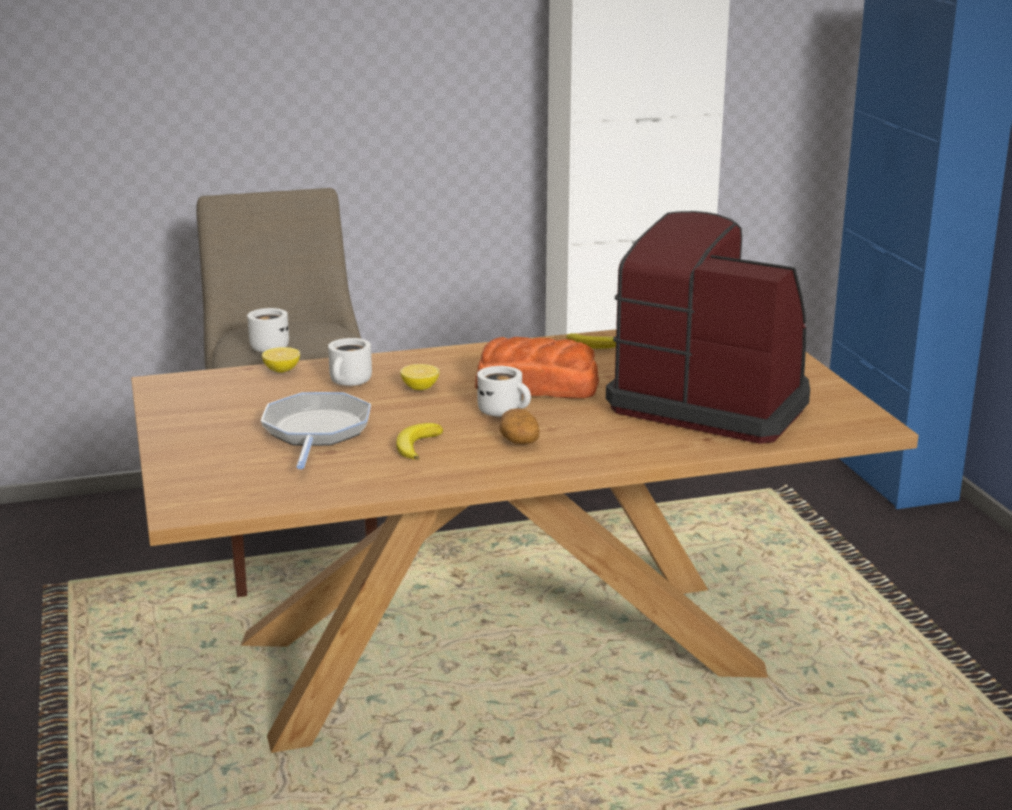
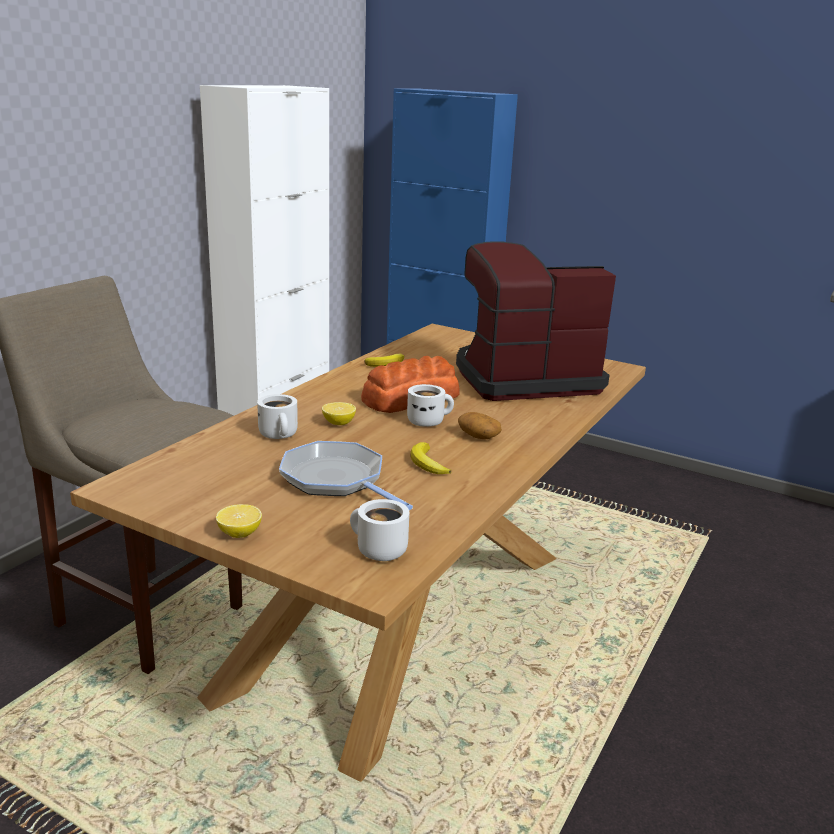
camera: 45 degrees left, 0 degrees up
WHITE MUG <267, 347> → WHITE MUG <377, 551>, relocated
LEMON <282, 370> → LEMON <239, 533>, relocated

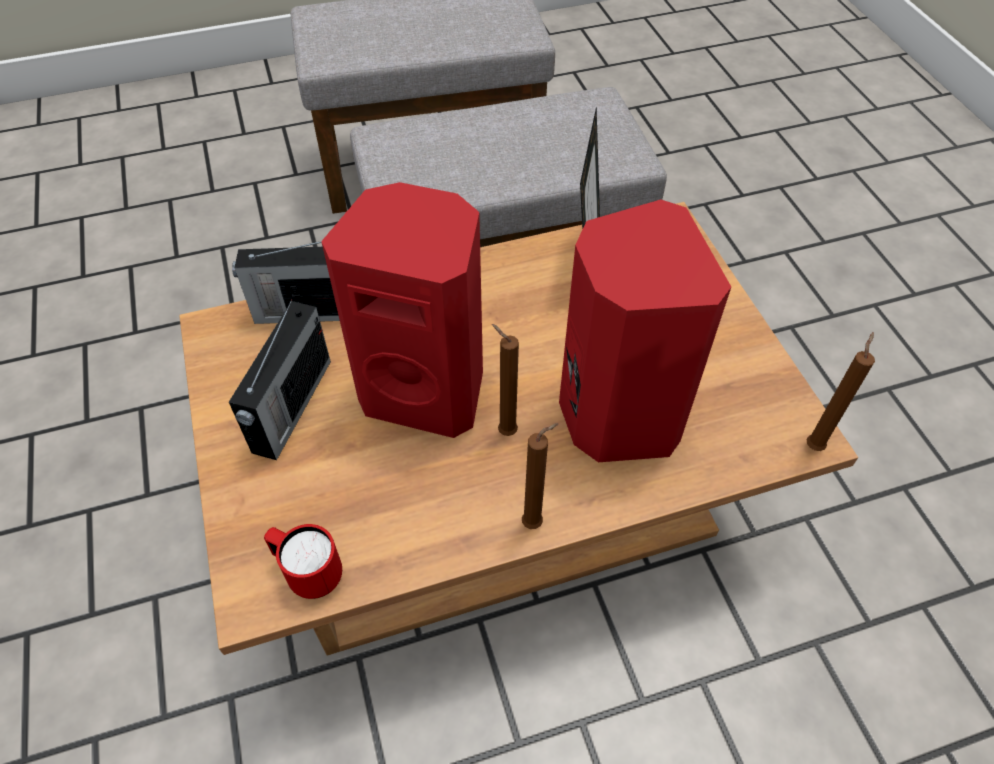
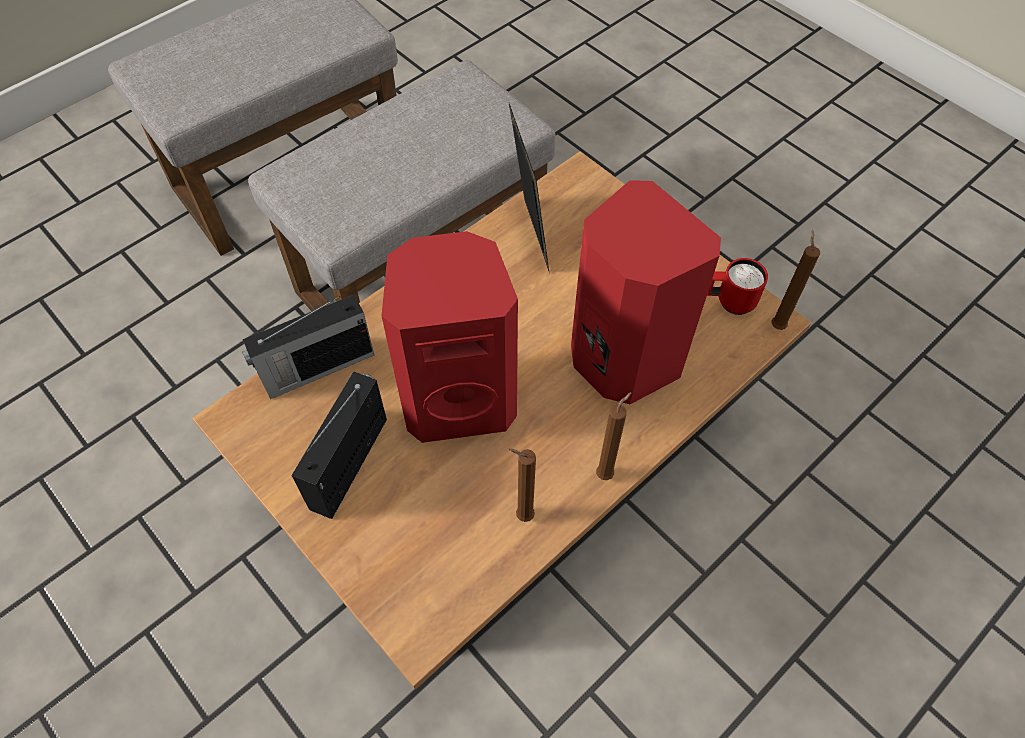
camera: 25 degrees left, 5 degrees up
RADIO <291, 407> → RADIO <351, 461>, 150 degrees counterclockwise
RED MUG <309, 573> → RED MUG <729, 302>, relocated
BROWN CANDLE <504, 431> → BROWN CANDLE <522, 515>, relocated

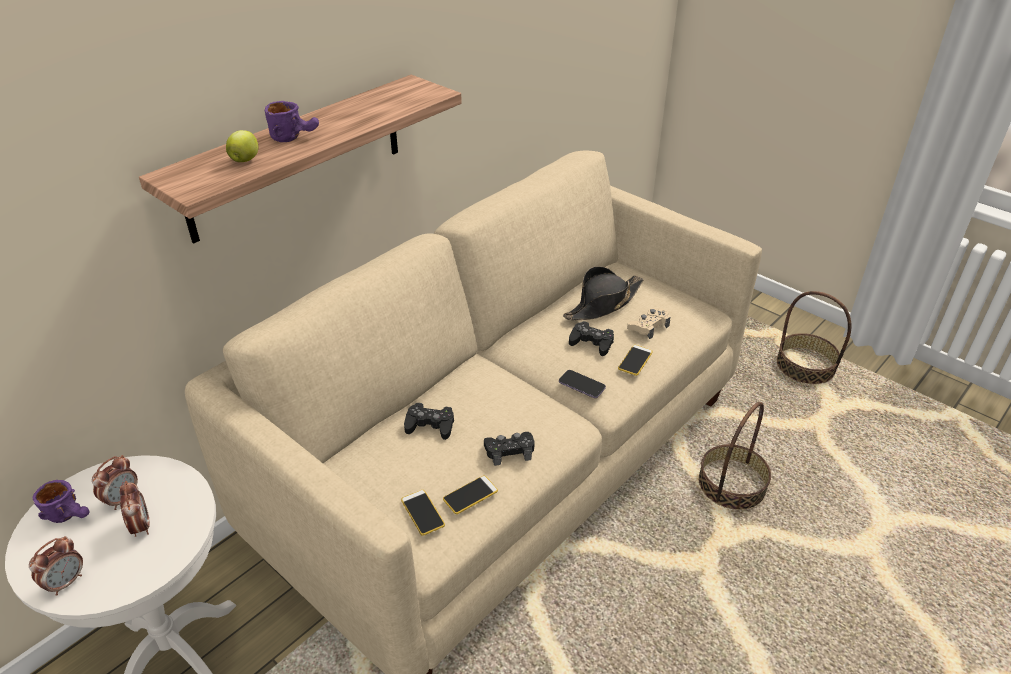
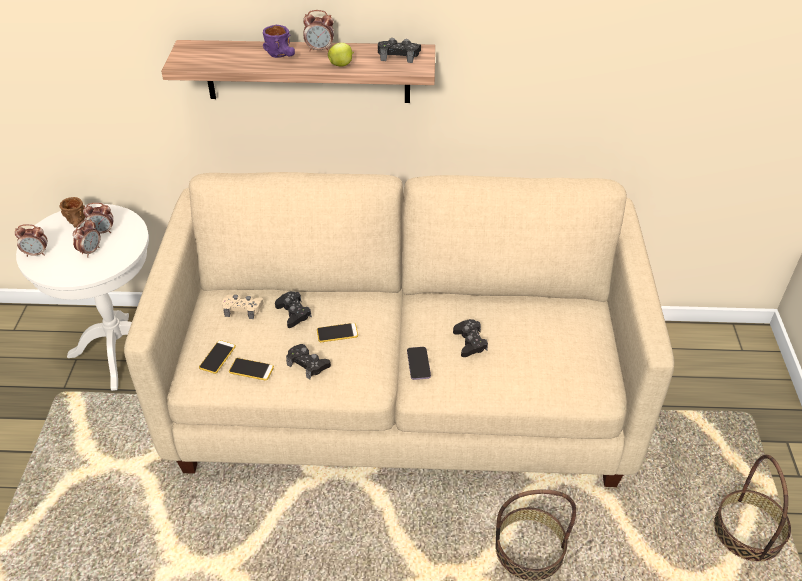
camera: 50 degrees right, 5 degrees up
PURPLE MUG <72, 515> → BROWN MUG <78, 223>
APPLE <245, 160> → APPLE <341, 65>, relocated
BLACK HAT <603, 304> → -
PHONE <635, 360> → PHONE <337, 333>, relocated
BEIGE GAME CONTROLLER <648, 326> → BEIGE GAME CONTROLLER <243, 309>, relocated
- → ALARM CLOCK <320, 49>
- → BLACK GAME CONTROLLER <399, 55>

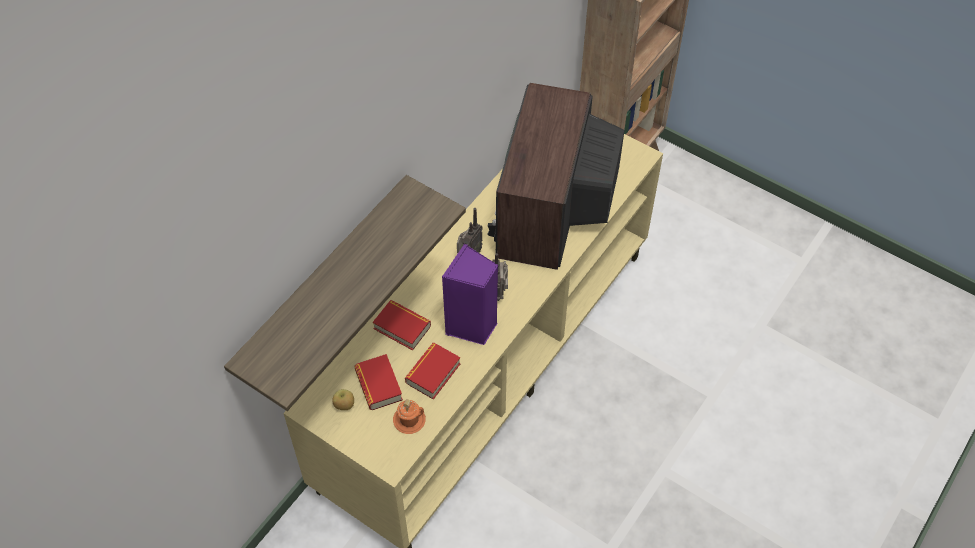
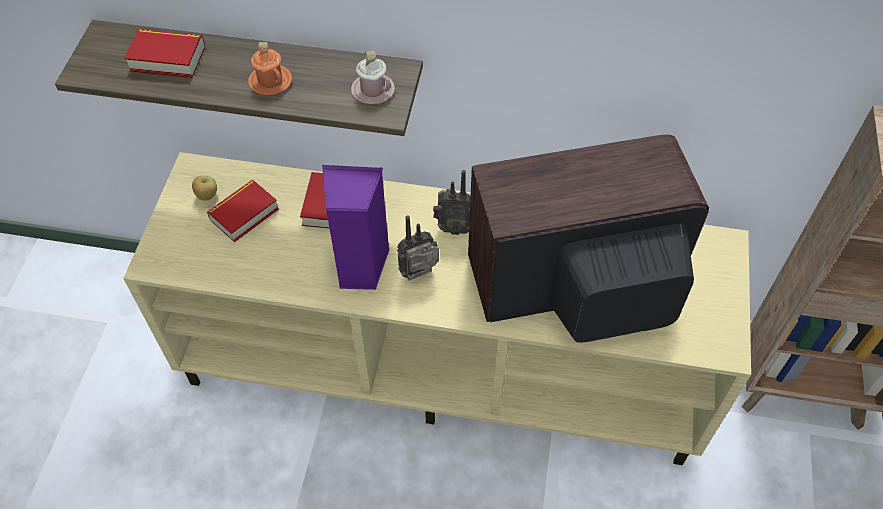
camera: 65 degrees right, 0 degrees up
ORANGE MUG <409, 420> → ORANGE MUG <270, 81>, relocated
BOOK <433, 373> → BOOK <168, 58>, relocated
- → PINK MUG <373, 90>

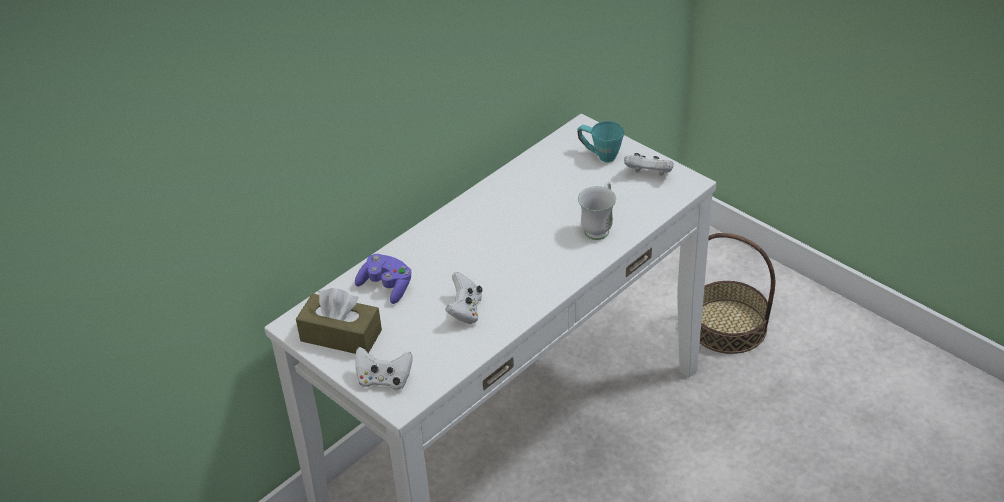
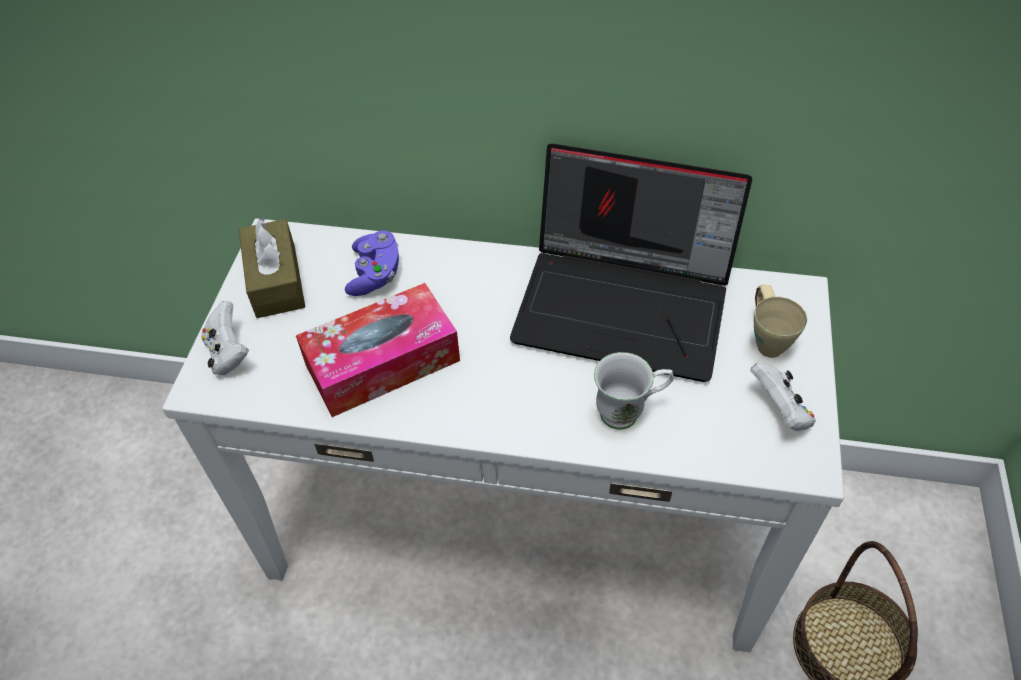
camera: 55 degrees right, 10 degrees up
WHITE GAME CONTROLLER <465, 311> → TISSUE BOX <382, 362>
TURQUOISE MUG <599, 155> → BEIGE MUG <765, 338>
- → LAPTOP <626, 304>

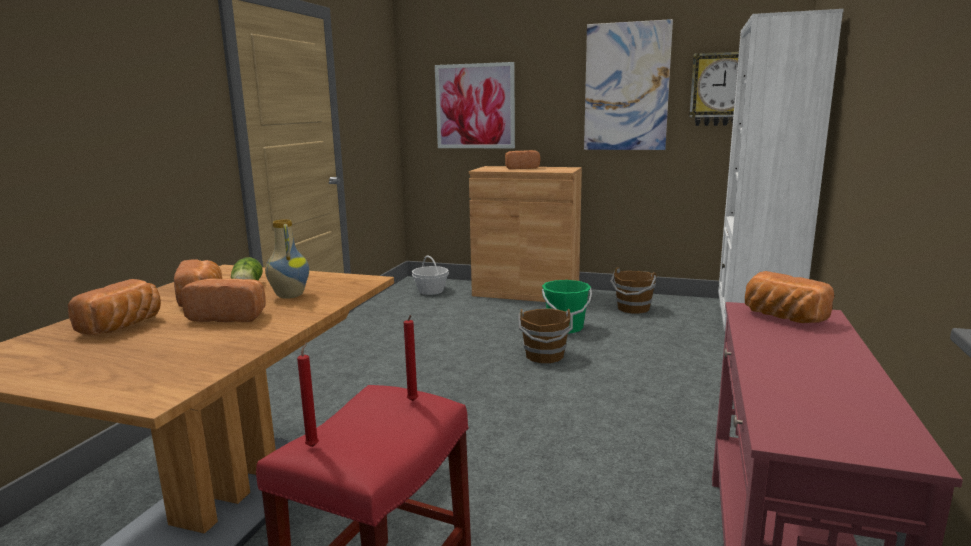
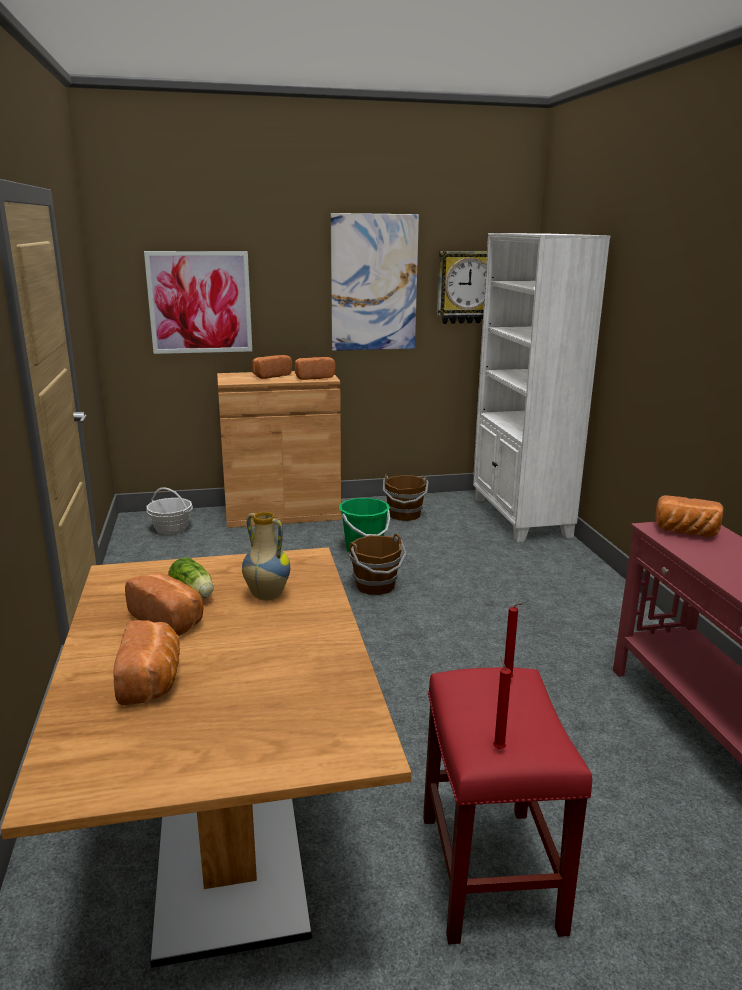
camera: 30 degrees left, 5 degrees up
BREAD <230, 316> → BREAD <313, 377>, relocated

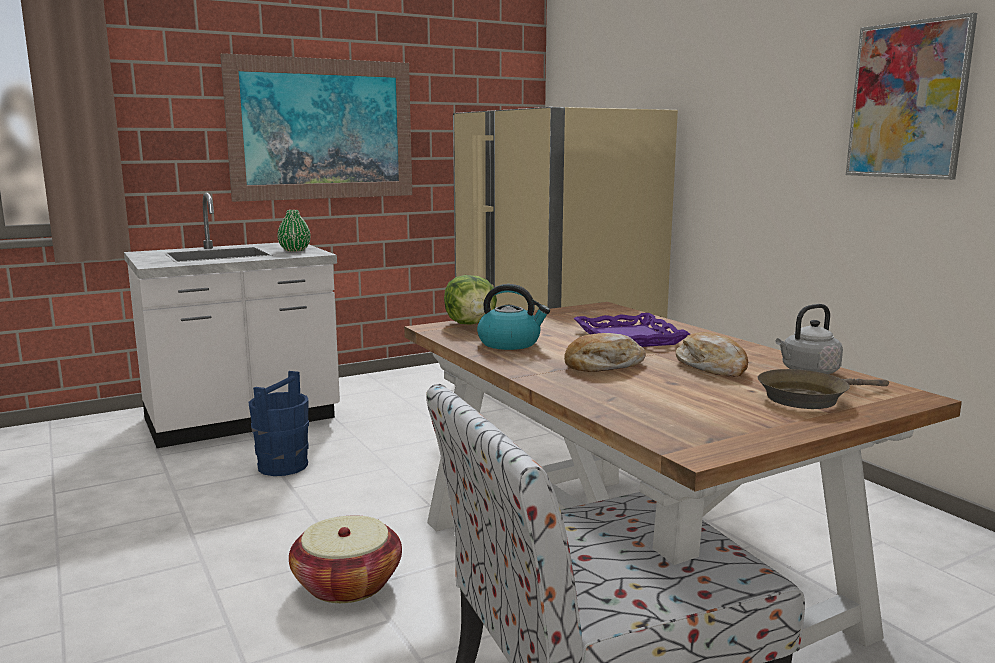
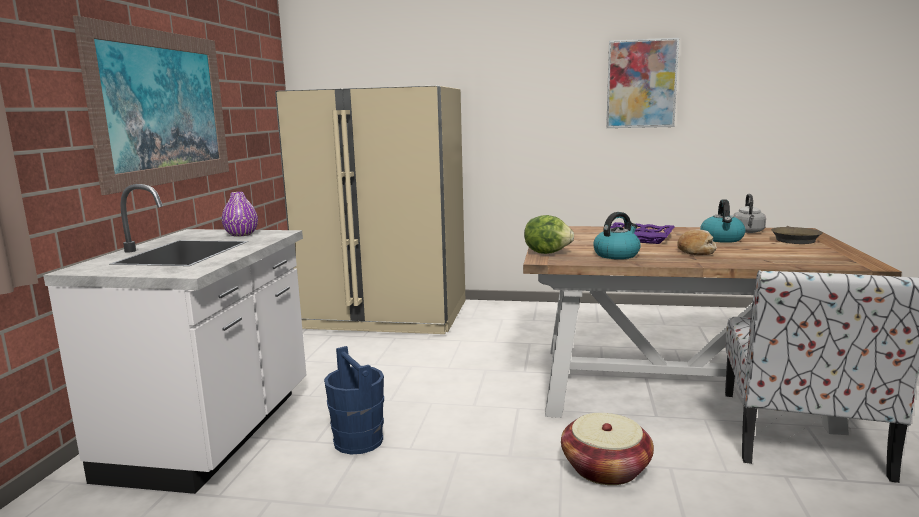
camera: 50 degrees left, 0 degrees up
GREEN VASE <294, 250> → PURPLE VASE <241, 234>
BREAD <712, 367> → KETTLE <722, 239>

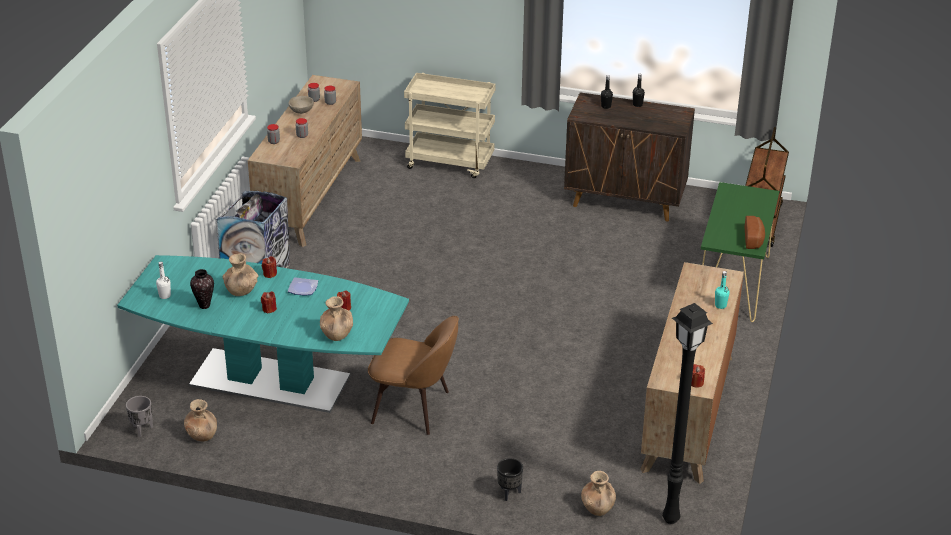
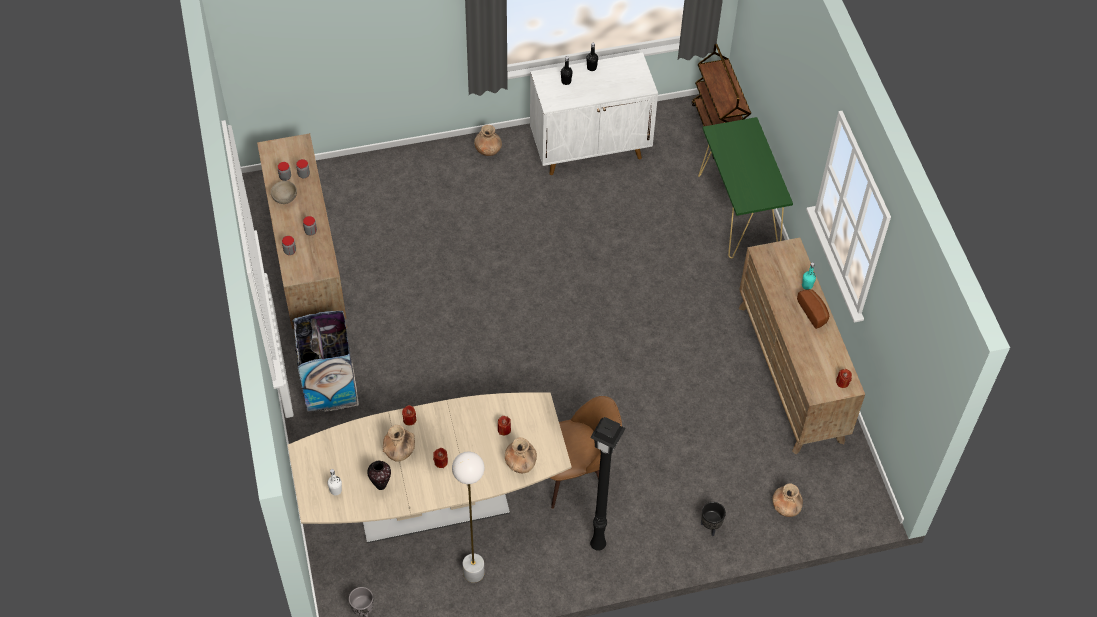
camera: 30 degrees left, 20 degrees up
TURQUOISE DINING TABLE <270, 381> → BEIGE DINING TABLE <433, 502>
BROWN VASE <202, 435> → BROWN VASE <488, 150>, relocated
PLATE <303, 288> → -
BEIGE CART <450, 163> → -
BROWN CABINET <626, 201> → WHITE CABINET <591, 149>
BLACK FLOOR LAMP <670, 520> → BLACK FLOOR LAMP <598, 546>, relocated
BREAD <754, 239> → BREAD <814, 312>, relocated
- → WHITE FLOOR LAMP <473, 573>

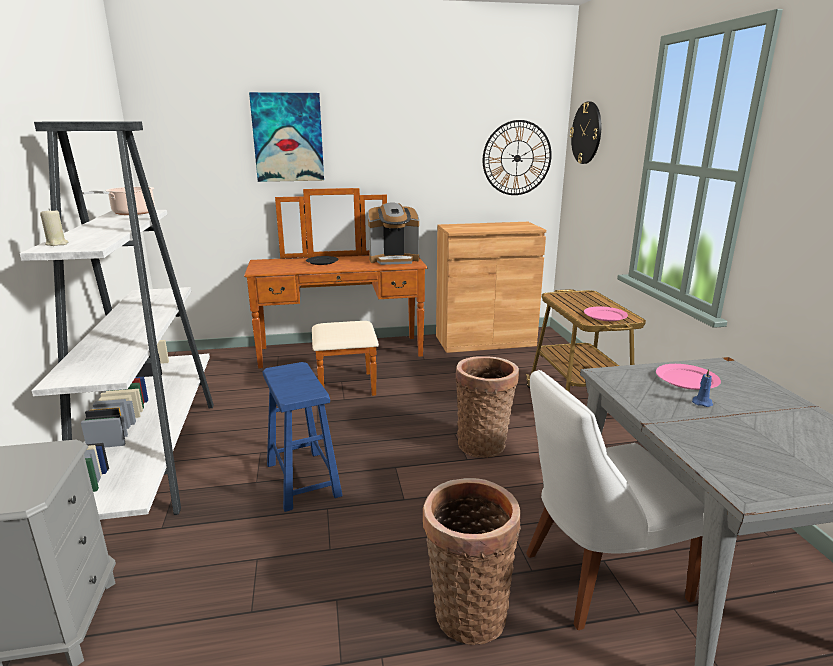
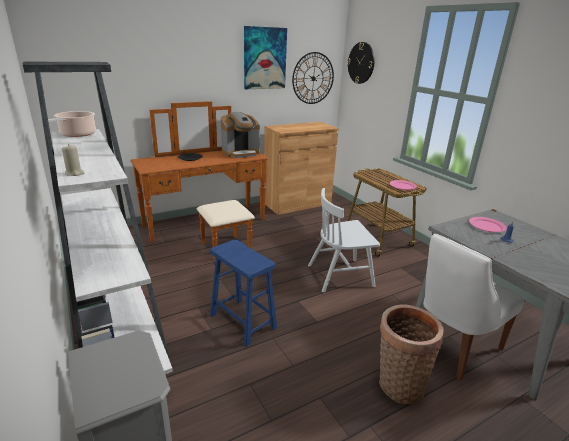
camera: 20 degrees left, 5 degrees up
PICTURE <288, 137> → PICTURE <264, 58>, relocated
BASKET <483, 443> → WHITE CHAIR <340, 275>

